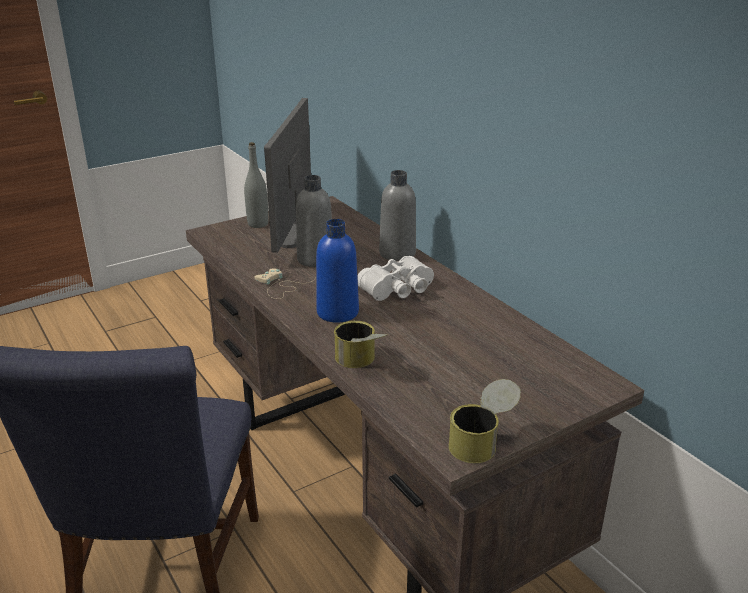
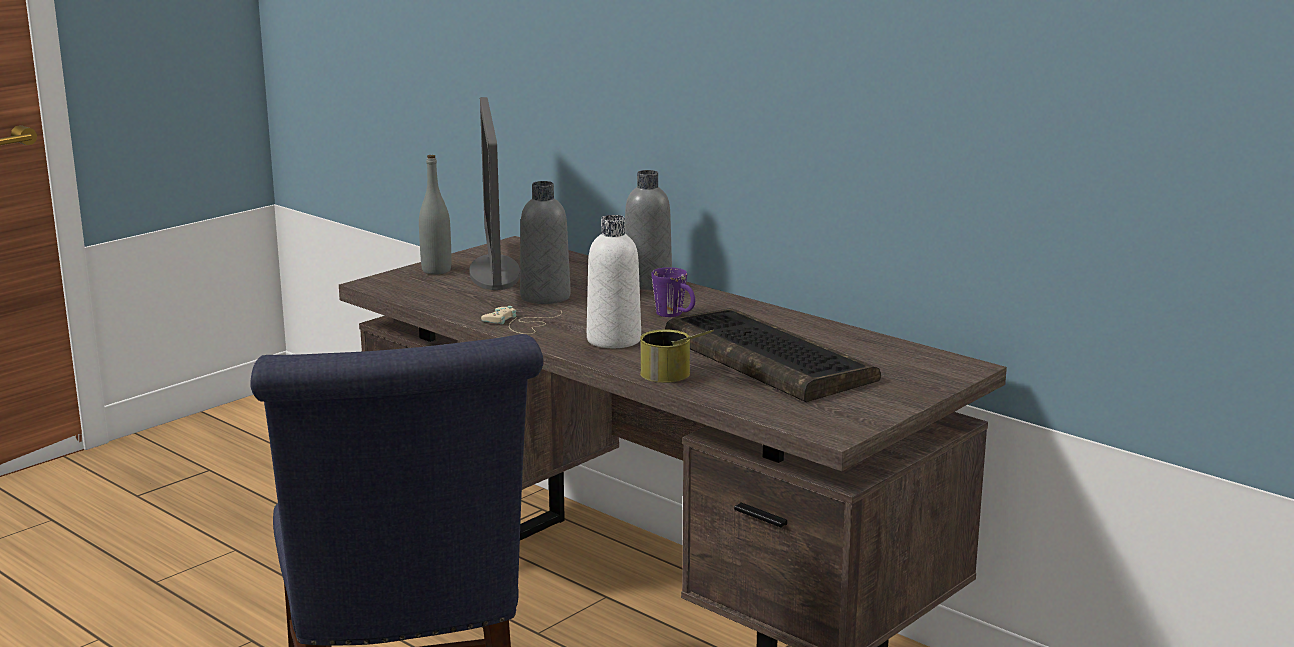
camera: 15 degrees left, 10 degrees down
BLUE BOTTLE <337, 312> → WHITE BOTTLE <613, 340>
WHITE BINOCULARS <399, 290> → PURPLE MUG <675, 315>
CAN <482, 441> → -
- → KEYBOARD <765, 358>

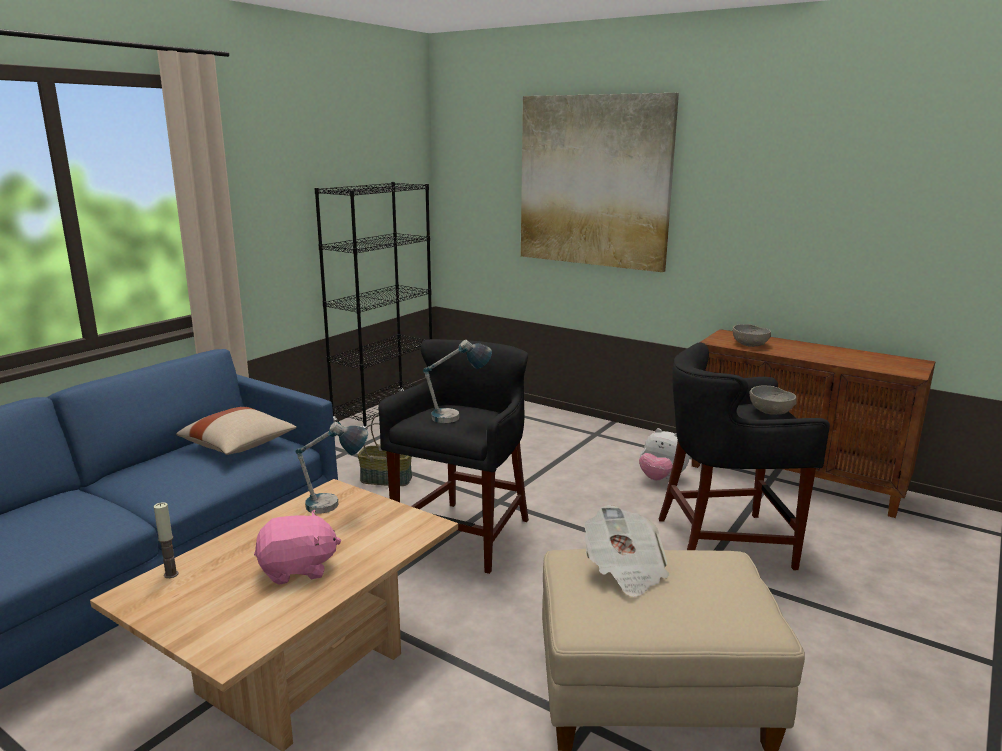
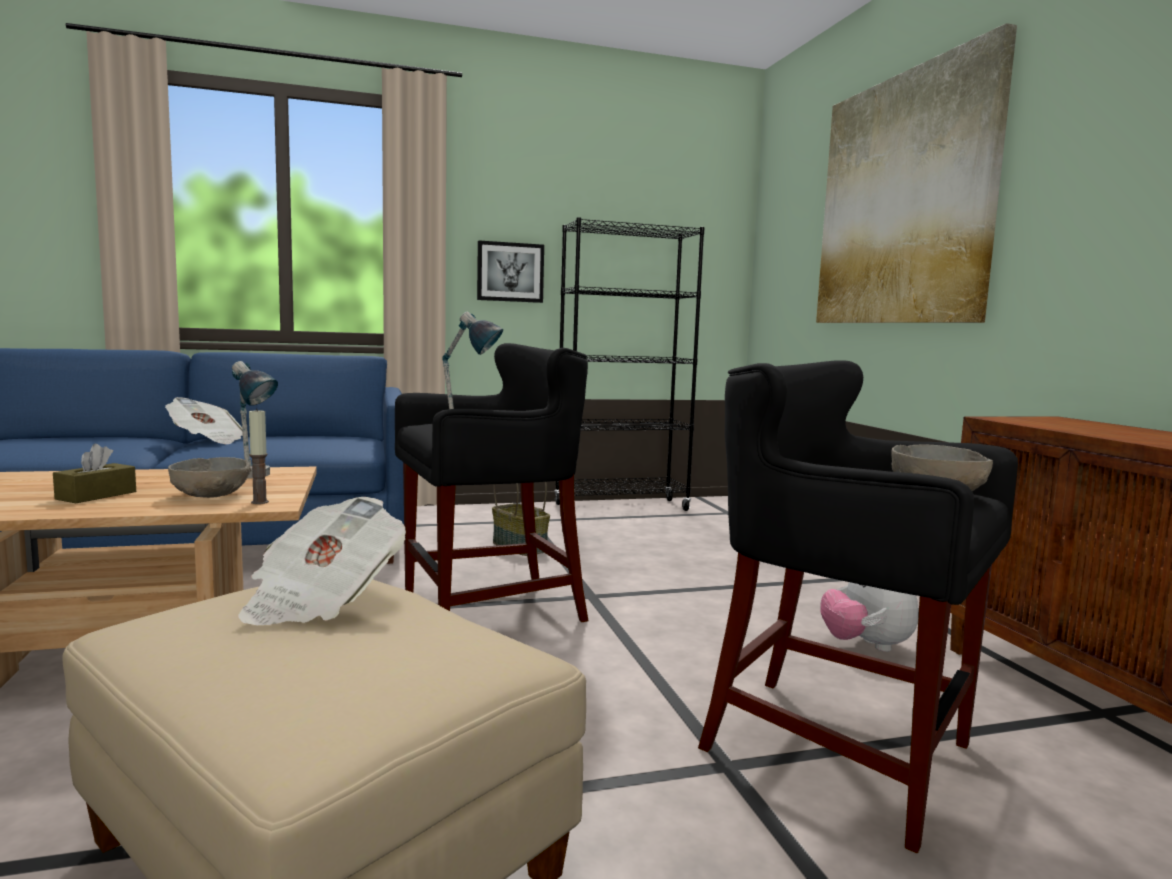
camera: 40 degrees right, 10 degrees down
CANDLE <171, 574> → CANDLE <259, 502>, relocated
BEIGE PILLOW <239, 446> → -
PINK PLUSH TOY <298, 569> → BROWN TISSUE BOX <96, 495>
GREY BOWL <750, 344> → GREY BOWL <210, 495>, relocated
- → NEWSPAPER <208, 440>
- → PICTURE <510, 272>

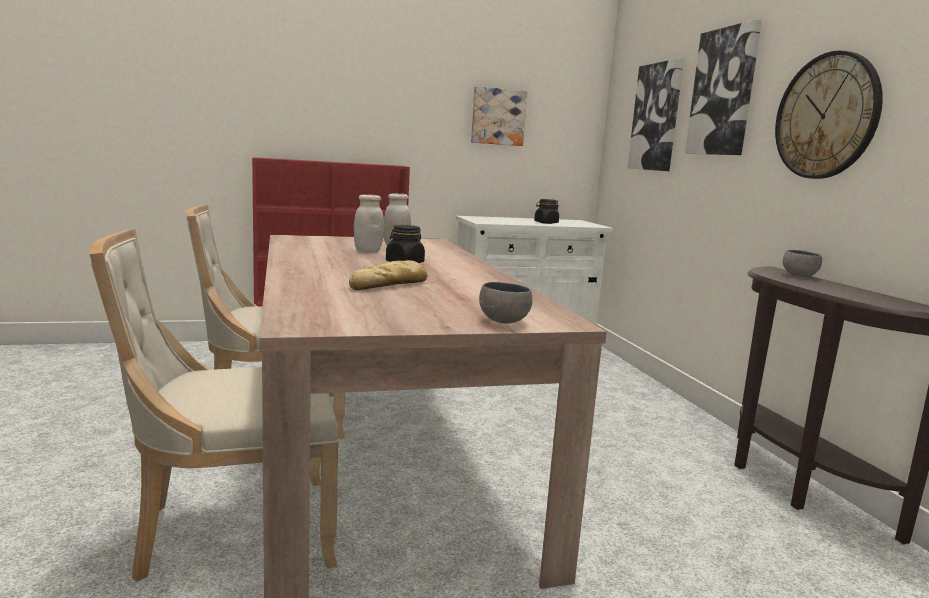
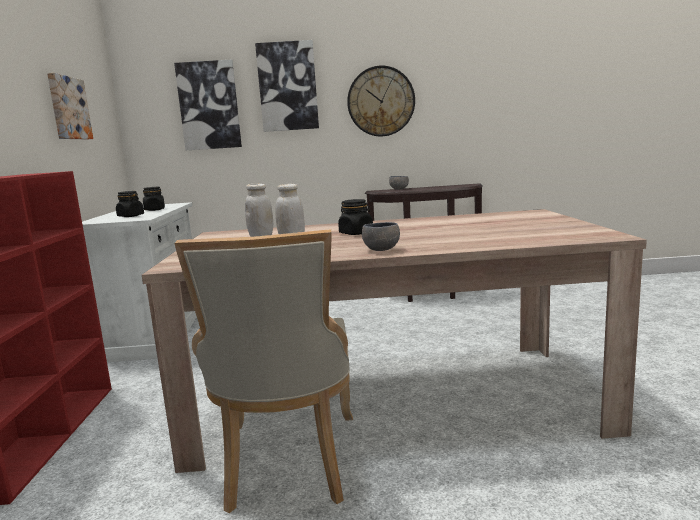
camera: 75 degrees left, 0 degrees up
BEIGE CHAIR <230, 531> → -
BREAD <390, 284> → -
GREY BOWL <505, 321> → GREY BOWL <381, 249>, relocated
- → BLACK JAR <130, 216>

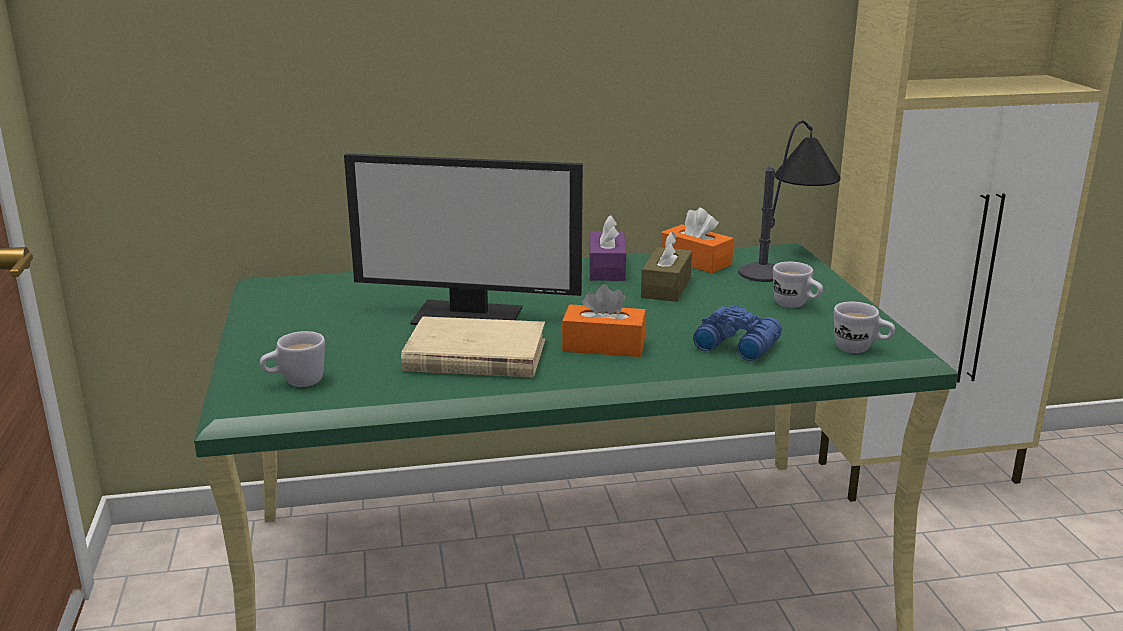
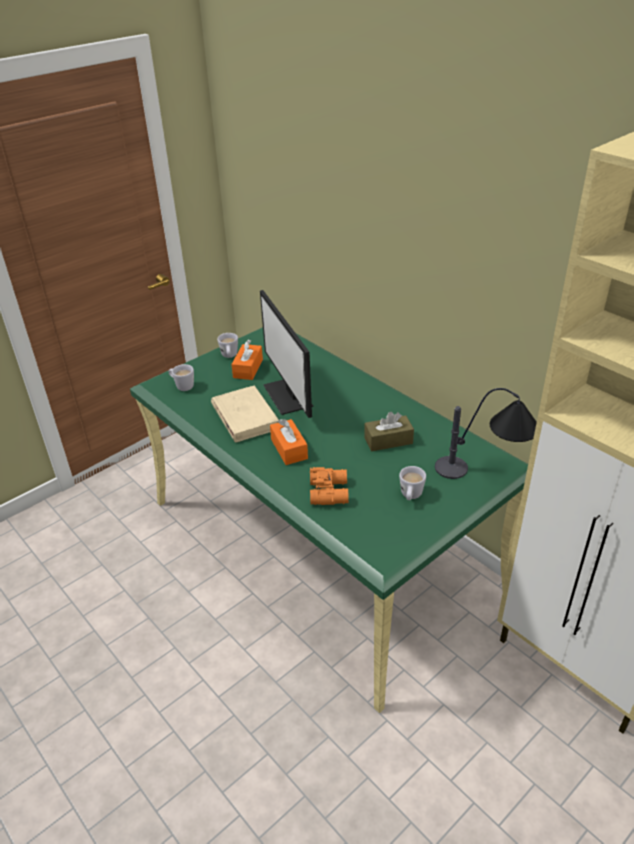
camera: 60 degrees right, 15 degrees up
PURPLE TISSUE BOX <607, 269> → -
ORANGE TISSUE BOX <695, 261> → ORANGE TISSUE BOX <248, 368>, relocated
BLUE BINOCULARS <736, 345> → ORANGE BINOCULARS <330, 491>
WHITE MUG <860, 349> → WHITE MUG <229, 356>, relocated

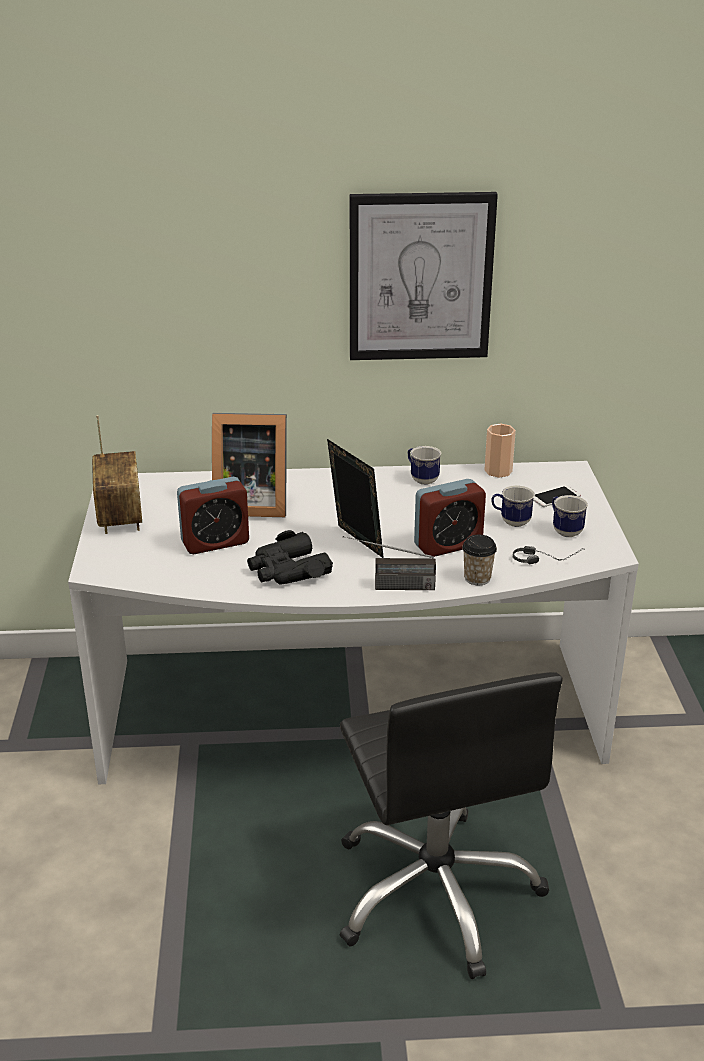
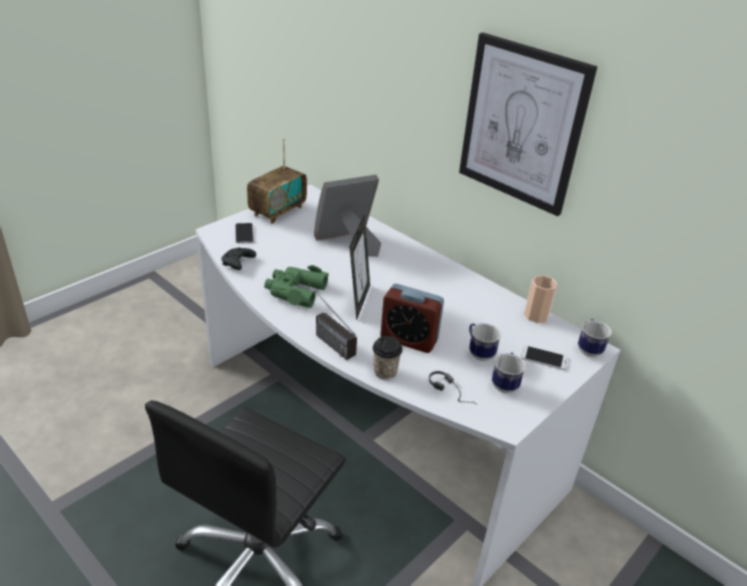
camera: 45 degrees right, 5 degrees up
ALARM CLOCK <215, 542> → -
PICTURE FRAME <249, 504> → PICTURE FRAME <348, 243>, 105 degrees clockwise
BLACK BINOCULARS <287, 570> → GREEN BINOCULARS <295, 291>
MUG <421, 479> → MUG <588, 349>, relocated
- → BLACK GAME CONTROLLER <238, 263>
- → PHONE <244, 234>

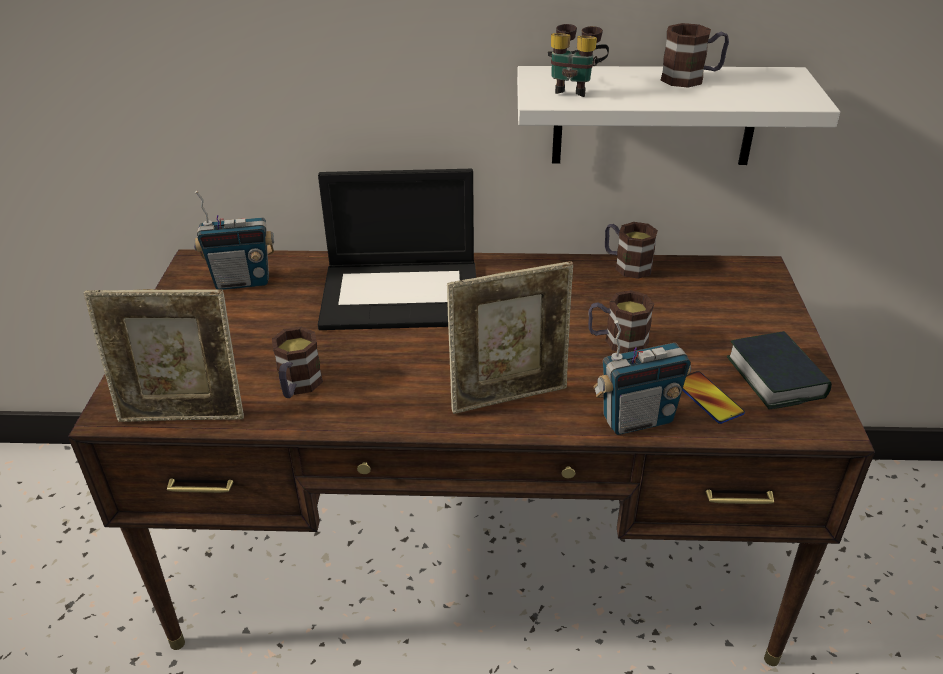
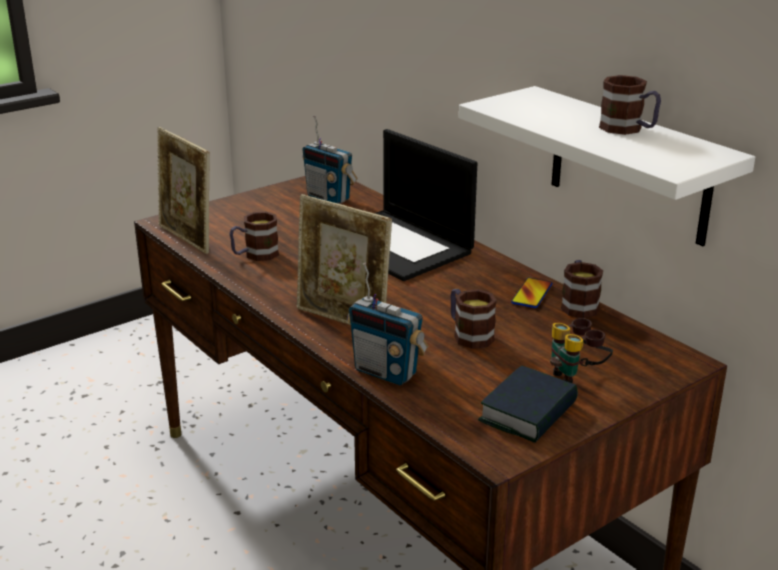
camera: 50 degrees right, 10 degrees down
BINOCULARS <573, 88> → BINOCULARS <577, 378>, relocated
PHONE <708, 398> → PHONE <531, 294>, relocated

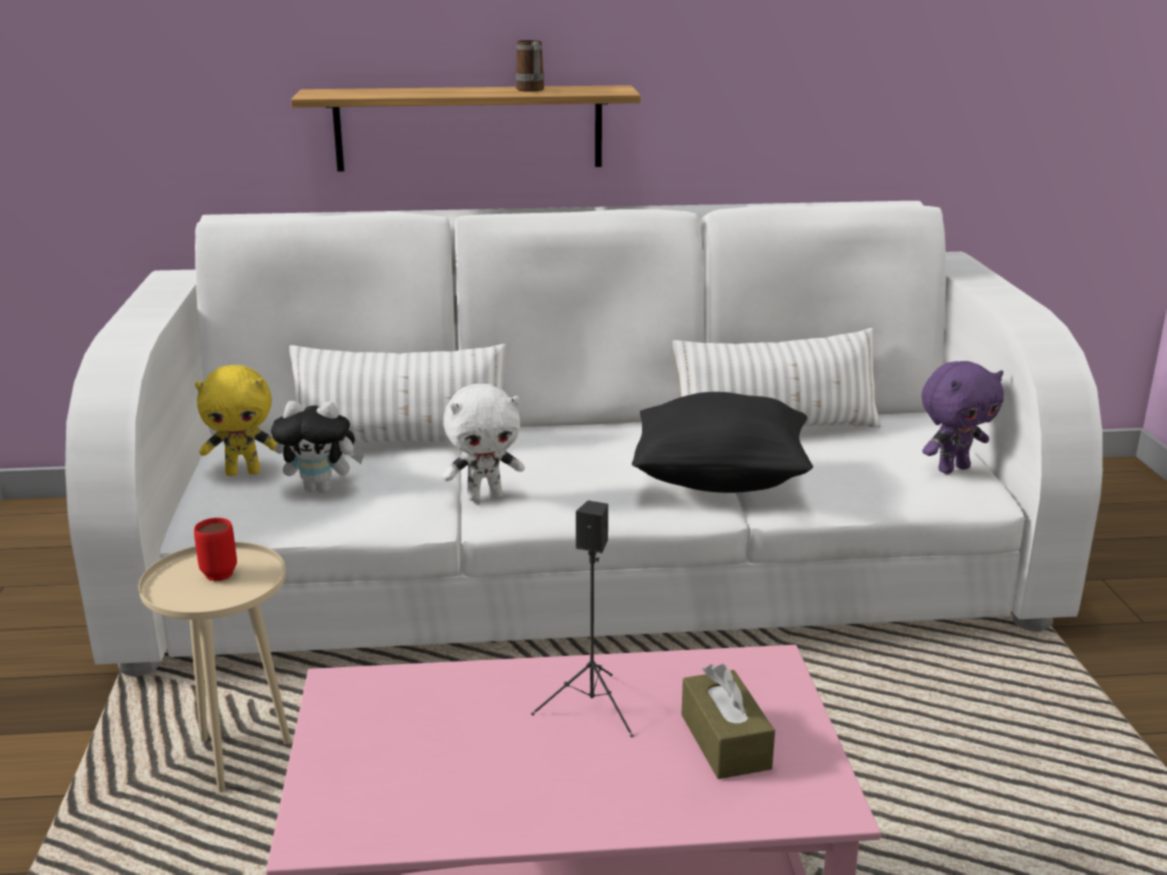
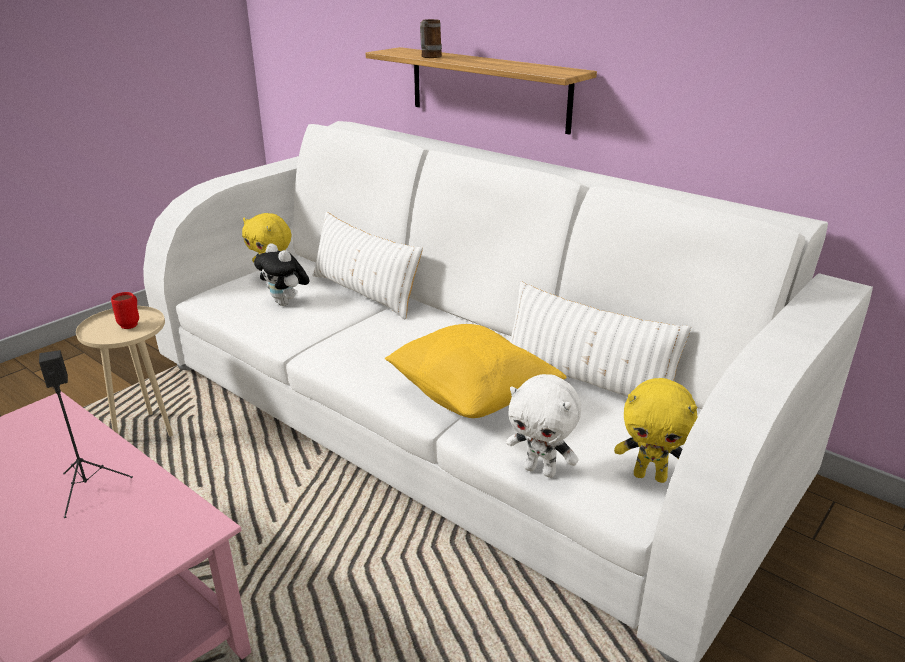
camera: 45 degrees right, 5 degrees up
WHITE PLUSH TOY <485, 496> → WHITE PLUSH TOY <541, 470>, relocated
MUG <531, 90> → MUG <429, 57>, relocated
BLACK PILLOW <721, 480> → YELLOW PILLOW <472, 397>
BROWN TISSUE BOX <725, 741> → -
PURPLE PLUSH TOY <952, 468> → YELLOW PLUSH TOY <650, 476>

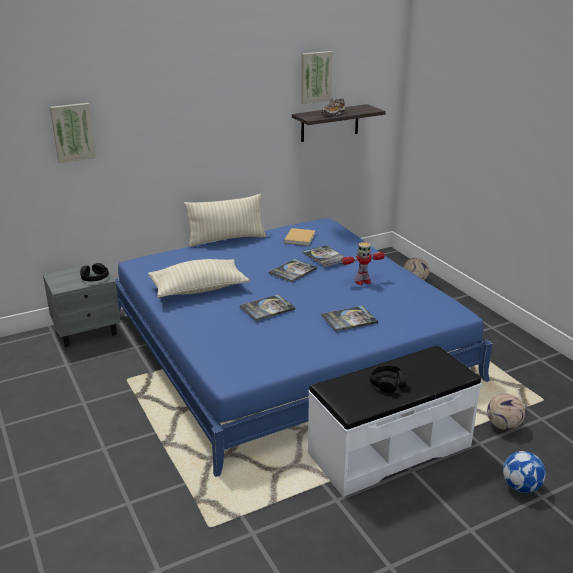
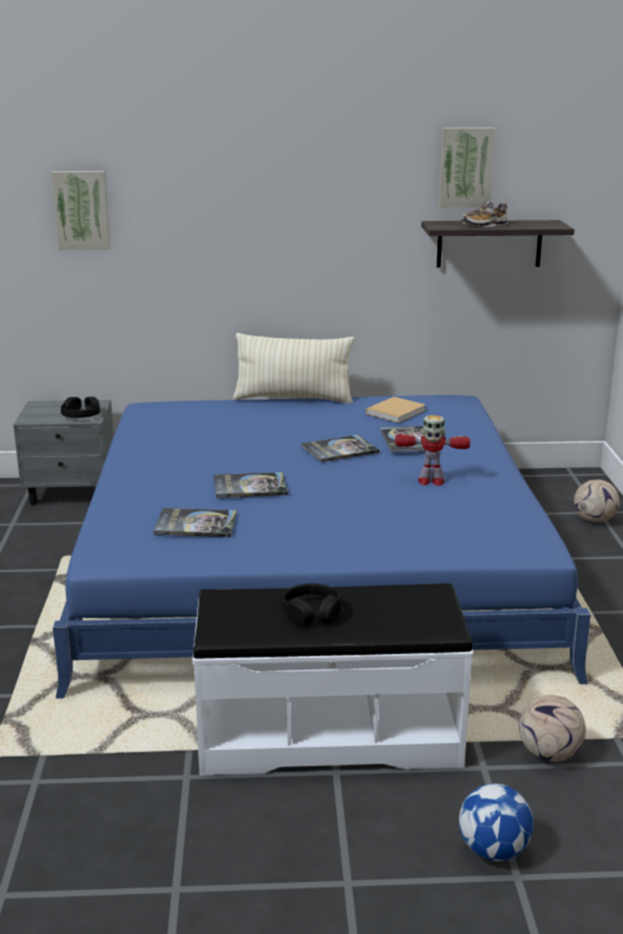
camera: 25 degrees right, 5 degrees down
BEIGE PILLOW <198, 289> → -
BOOK <349, 319> → BOOK <196, 524>, relocated

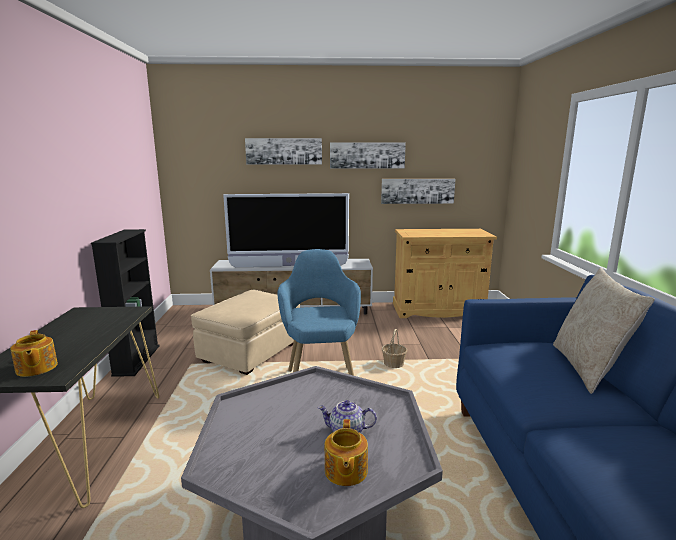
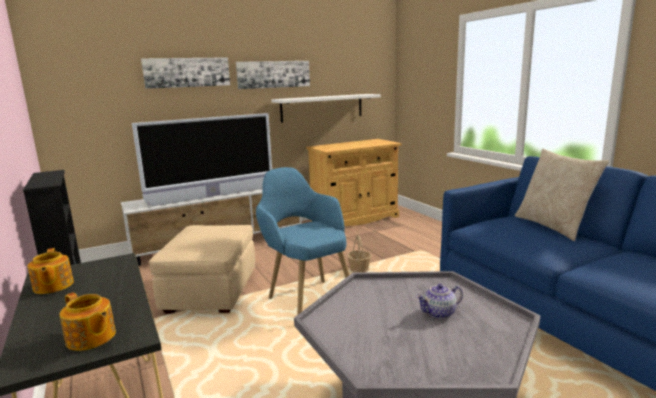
camera: 25 degrees left, 0 degrees up
TEAPOT <345, 471> → TEAPOT <52, 286>, relocated
PICTURE <417, 191> → WHITE SHELF <322, 107>

